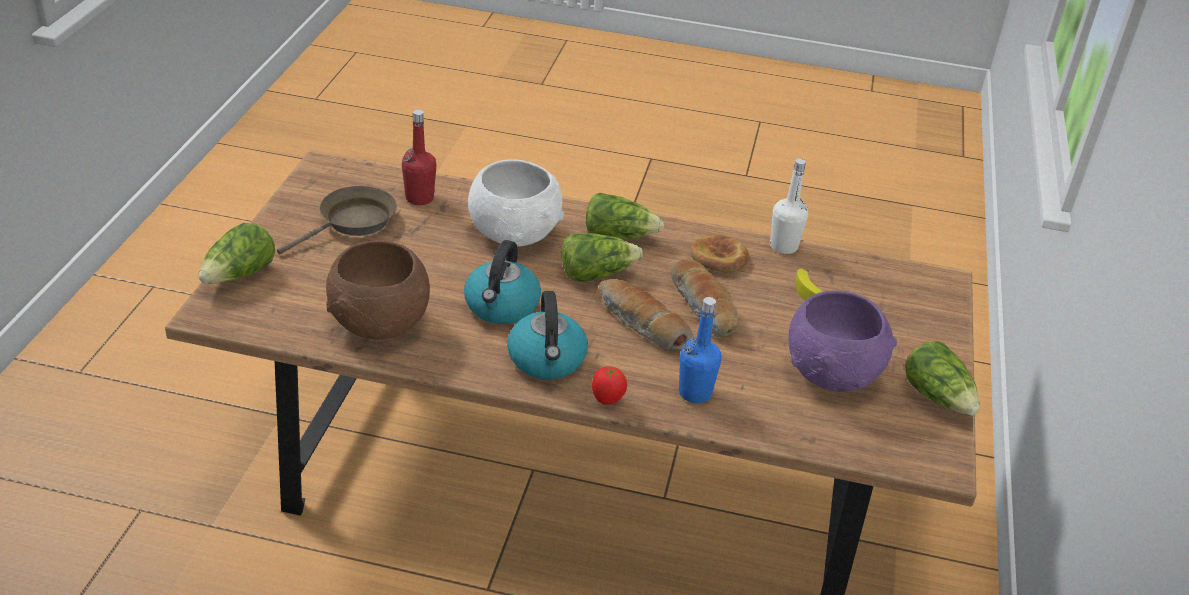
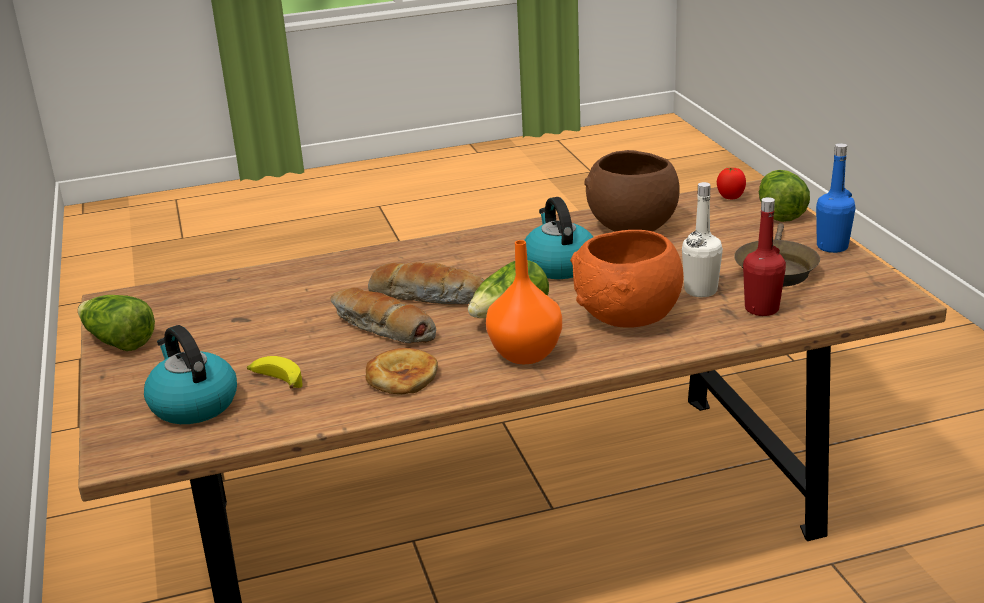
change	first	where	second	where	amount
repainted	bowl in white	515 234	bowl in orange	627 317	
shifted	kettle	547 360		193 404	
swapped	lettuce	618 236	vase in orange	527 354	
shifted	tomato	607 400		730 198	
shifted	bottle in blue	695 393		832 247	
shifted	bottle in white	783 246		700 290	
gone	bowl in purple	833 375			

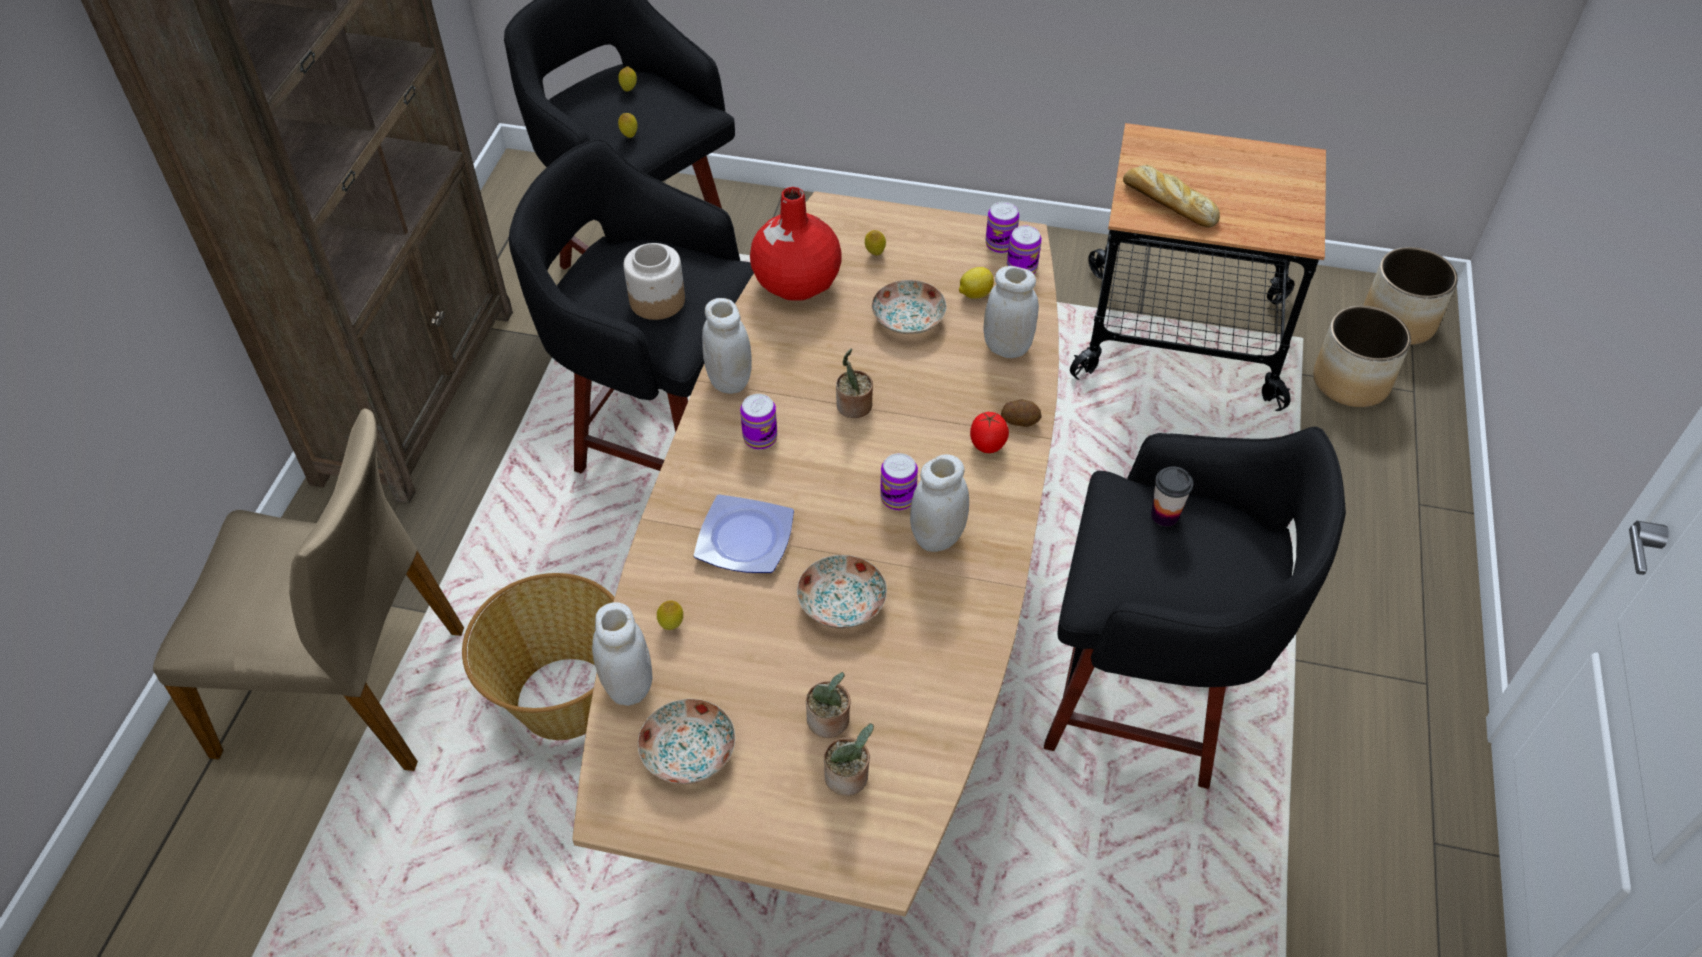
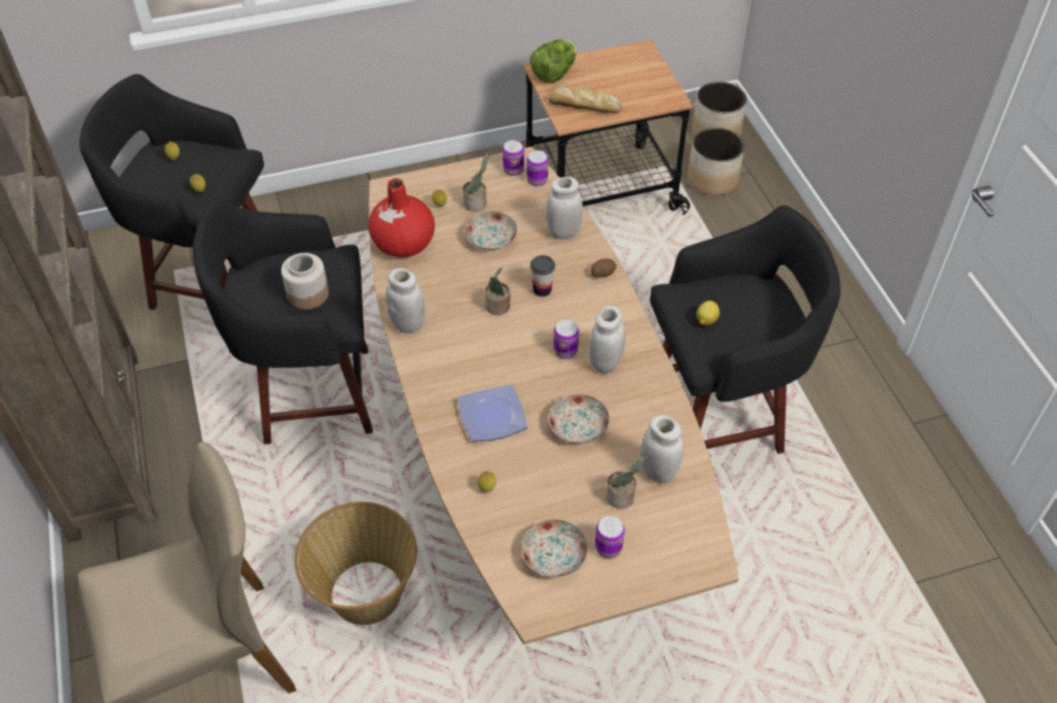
change	first	where	second	where	amount
shifted	jar in white	628 686		658 471	
shifted	can	760 438		608 547	
shifted	potted plant	849 777		476 203	
shifted	lemon	974 294		706 320	
gone	tomato	987 446			
shifted	cup	1164 515		542 289	
new			lettuce	554 73	

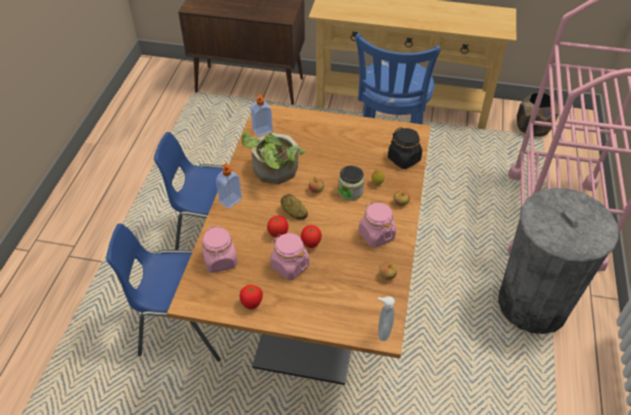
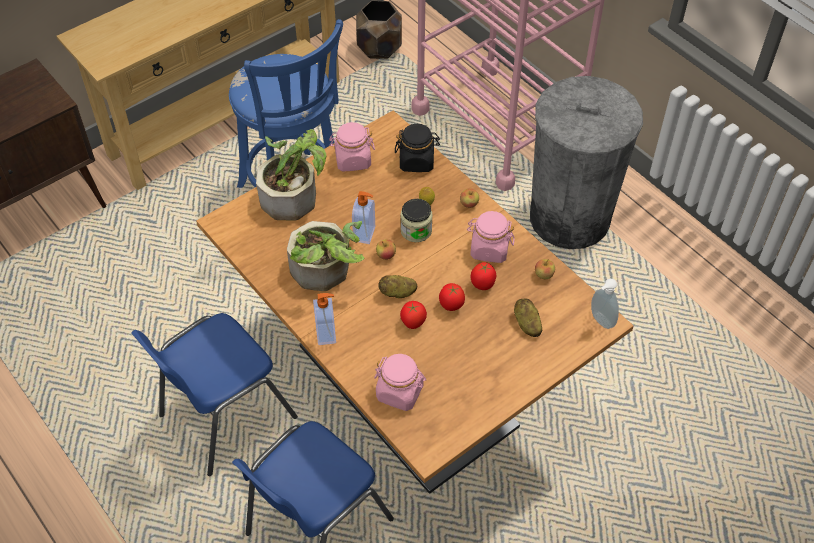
change	first	where	second	where	amount
shifted	tomato	252 304		482 285	
shifted	soap dispenser	263 131		365 234	
shifted	jar in pink	289 266		352 160	
new			potted plant	294 194	
new			potato	526 324	

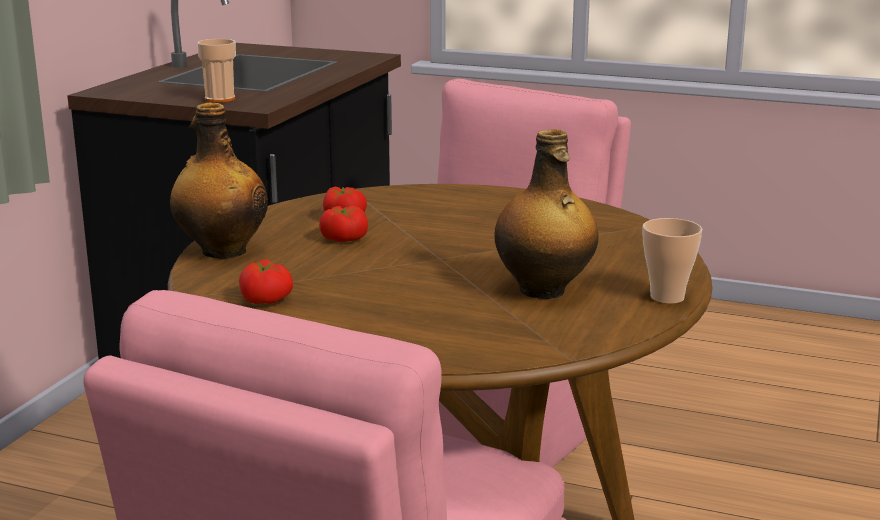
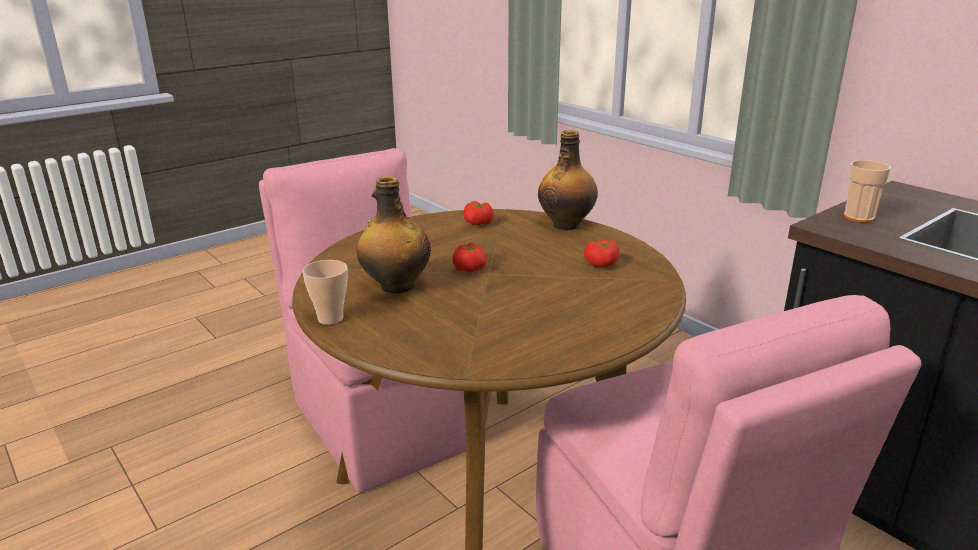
change	first	where	second	where	amount
shifted	tomato	343 238		470 269	

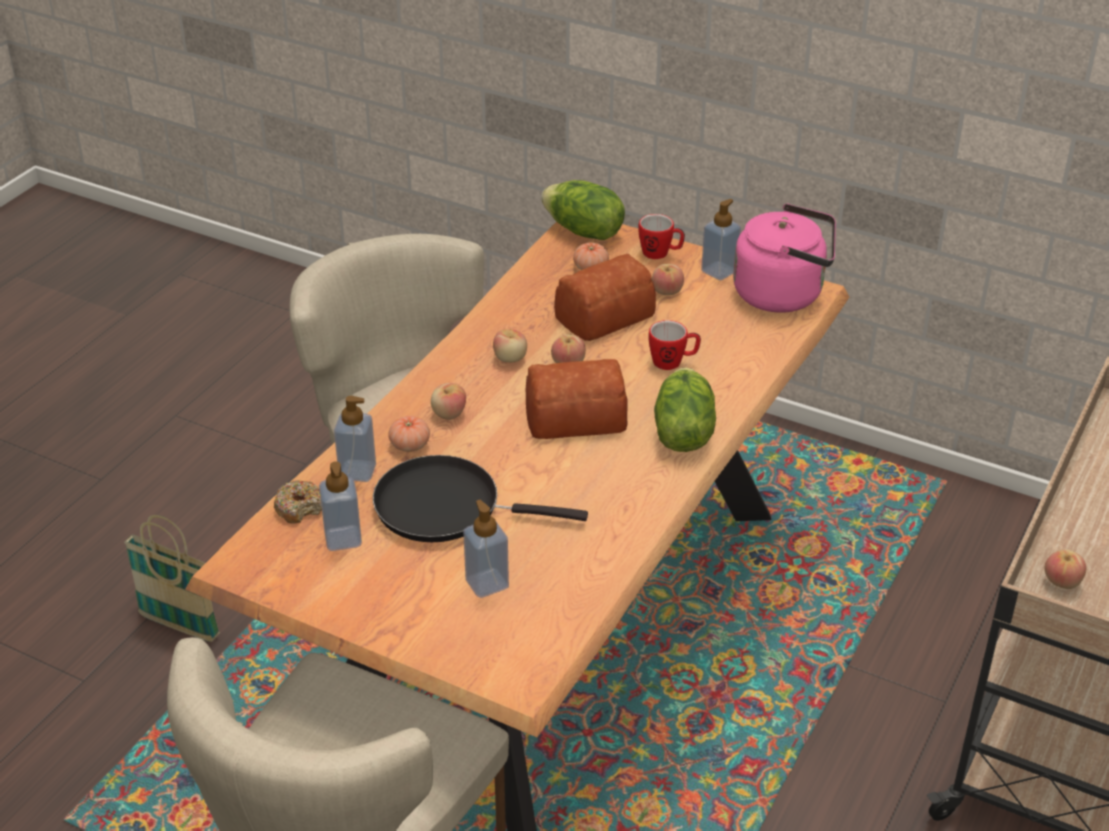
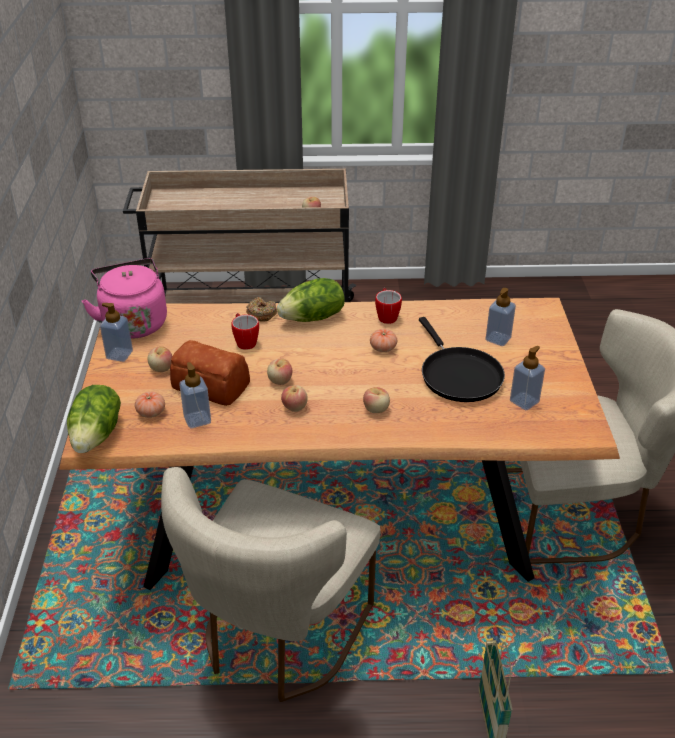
change	first	where	second	where	amount
shifted	donut	300 508		261 314	
shifted	soap dispenser	357 471		197 419	
shifted	tomato	410 445		383 348	
gone	bread	573 416			
shifted	mug	660 254		386 316	

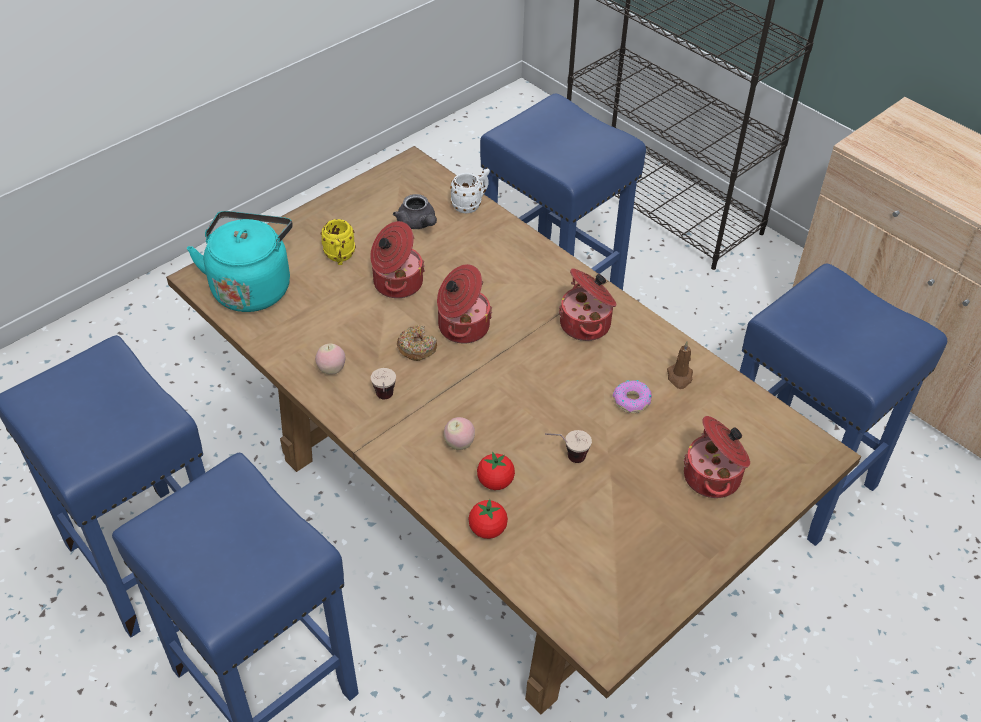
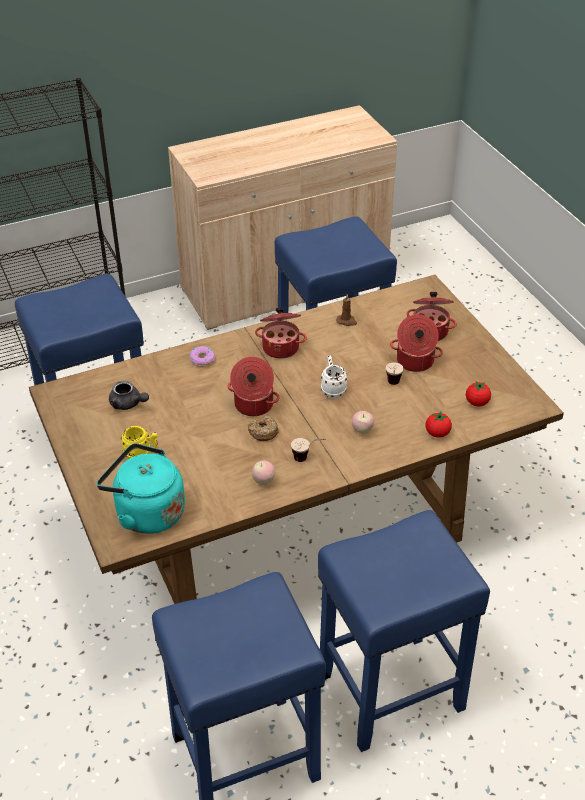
change	first	where	second	where	amount
shifted	cooking pot	396 283		414 362	
rotated	teapot in grey	418 224		128 404	45 degrees clockwise
shifted	mug in white	470 205		332 389	
shifted	tomato	495 481		477 402	
shifted	donut	632 401		202 359	

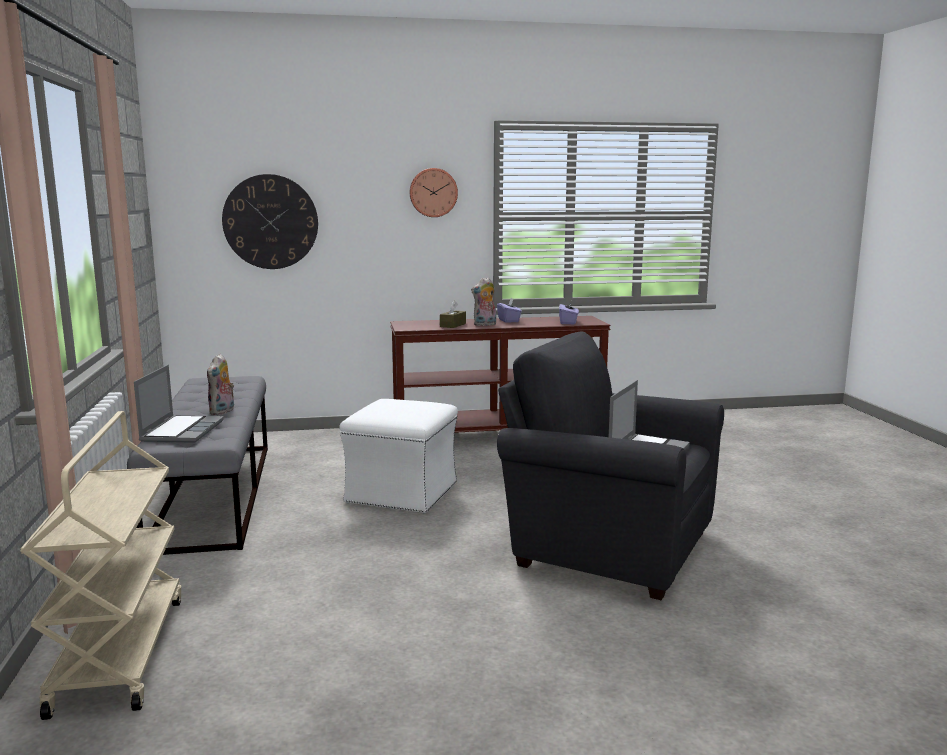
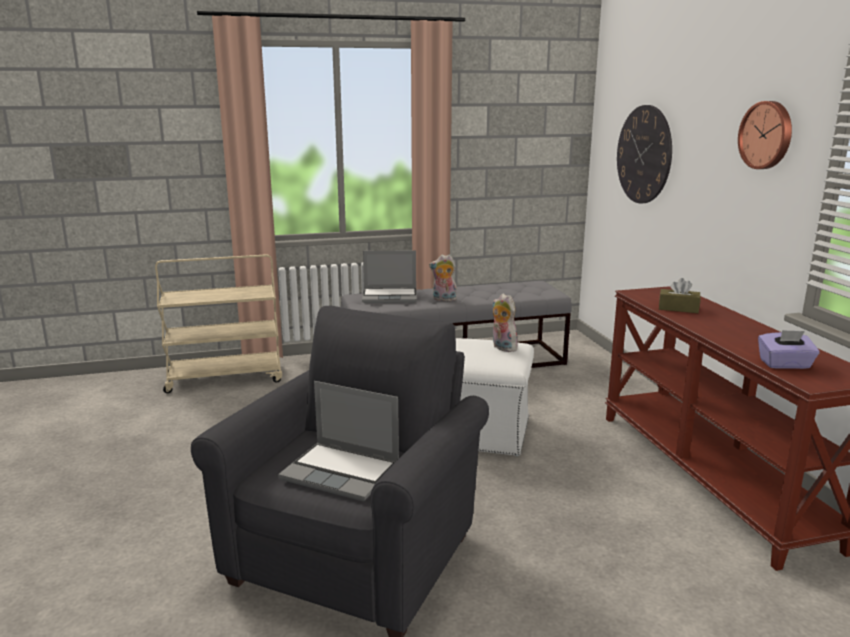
change	first	where	second	where	amount
shifted	plush toy	485 325		502 347	
gone	tissue box in purple	509 320			

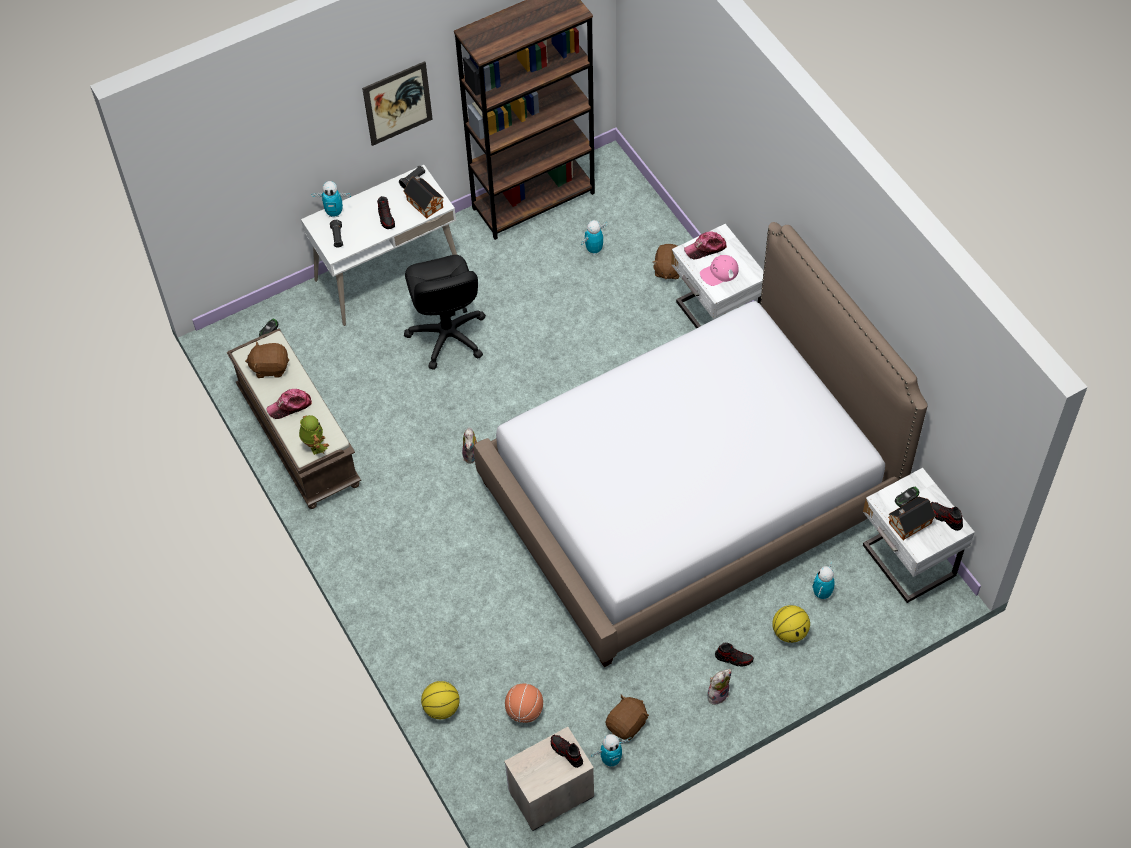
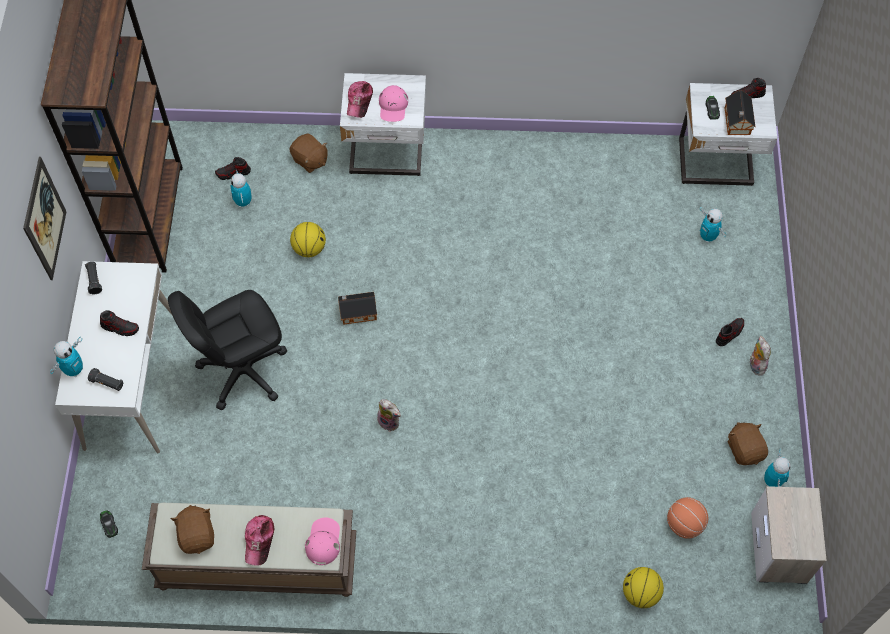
change	first	where	second	where	amount
rotated	plush toy in brown	270 367		197 535	135 degrees clockwise
swapped	toy robot	314 445	cap in pink	323 541	
shifted	toy house	424 202		356 312	
rotated	office chair in black	447 336		243 370	135 degrees clockwise
gone	bed	689 495			
shifted	shoe	566 752		233 173	
shifted	basketball	790 632		309 248	

